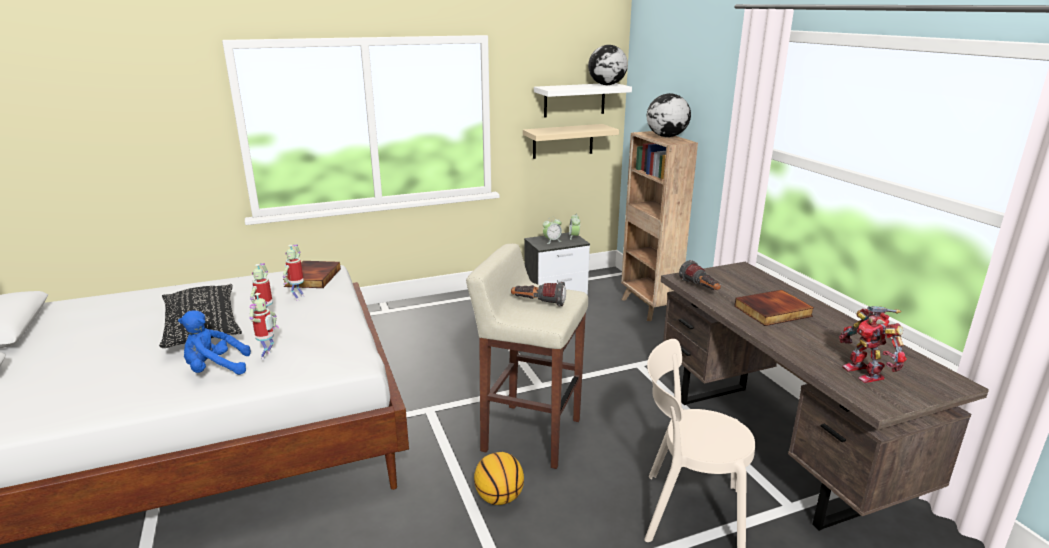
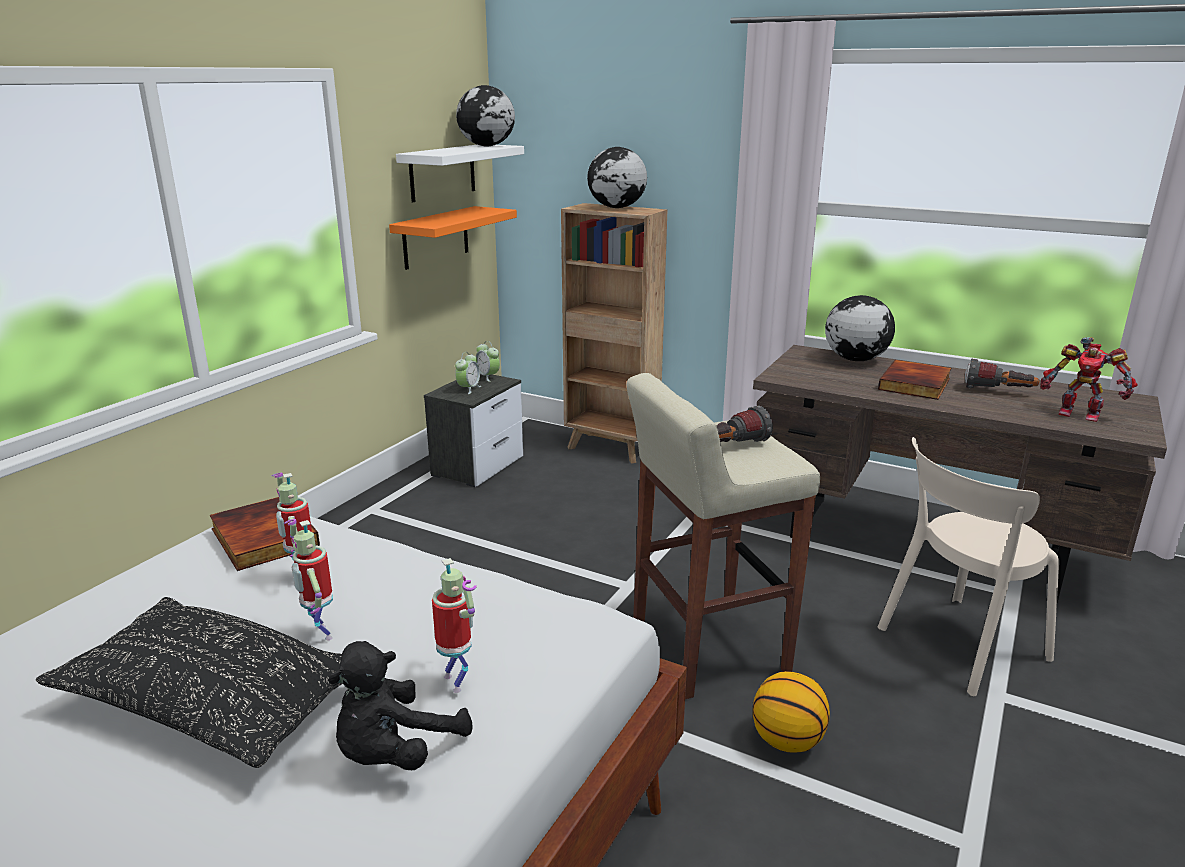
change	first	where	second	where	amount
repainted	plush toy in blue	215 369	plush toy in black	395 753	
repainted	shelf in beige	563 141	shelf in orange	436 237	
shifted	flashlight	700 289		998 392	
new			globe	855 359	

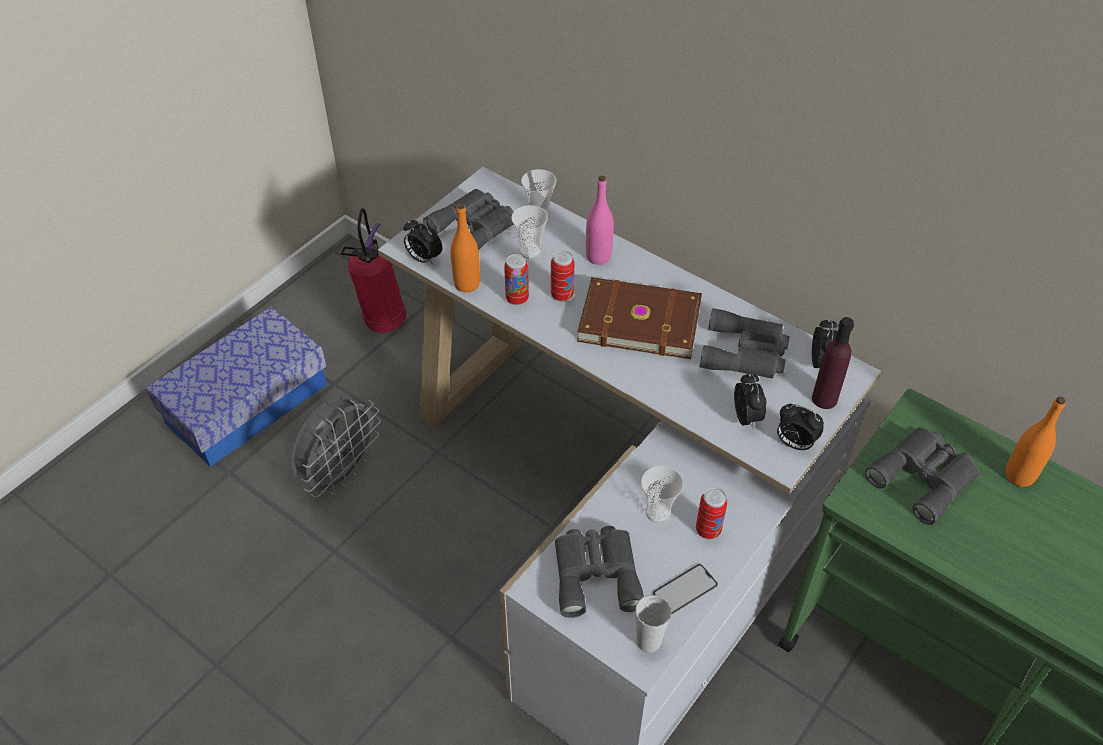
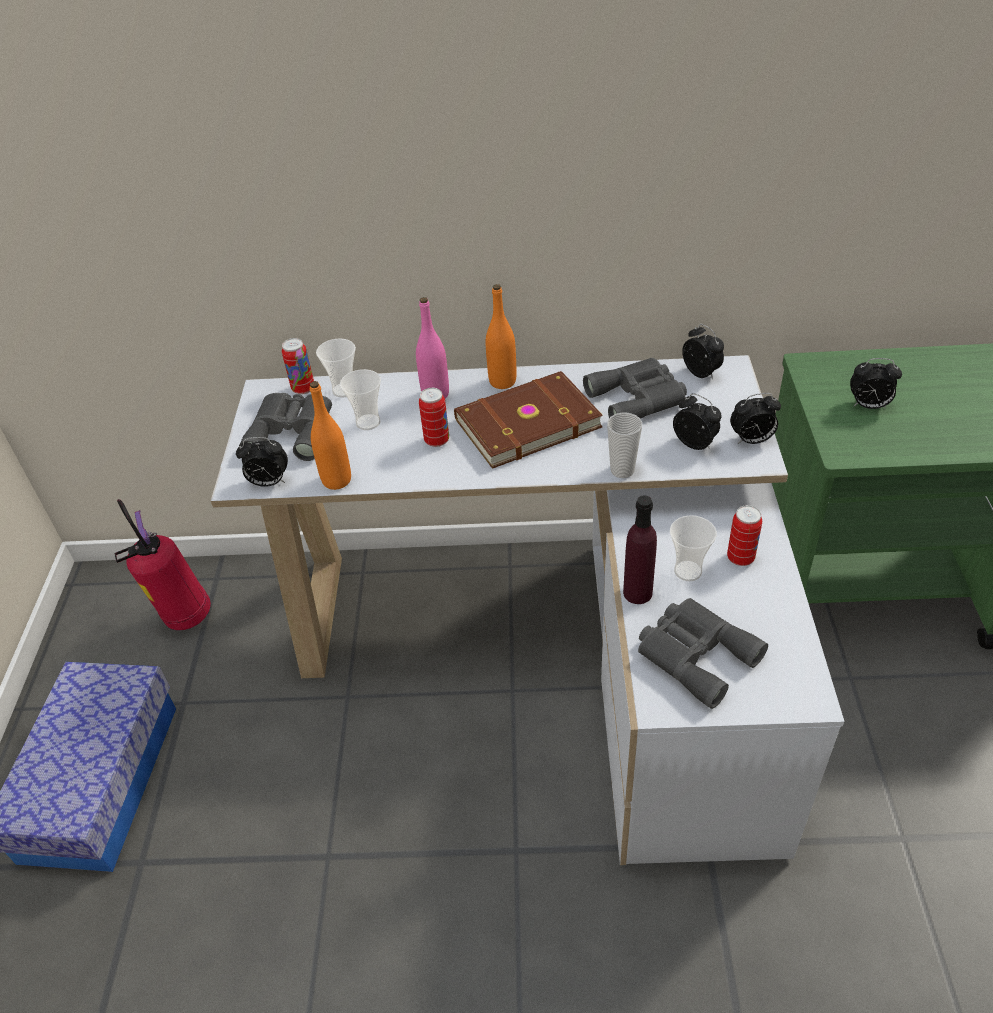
change	first	where	second	where	amount
gone	fan in grey	340 473			
shifted	can	517 298		303 389	
shifted	cup	648 641		622 470	
gone	phone	685 589			
shifted	bottle in purple	824 399		637 592	
swapped	binoculars in grey	924 477	alarm clock	868 406	
shifted	bottle in orange	1019 475		502 381	

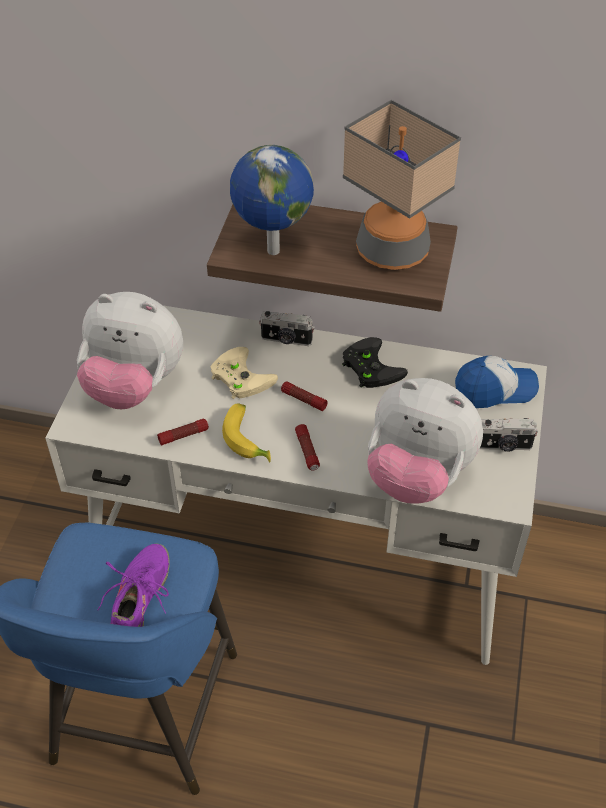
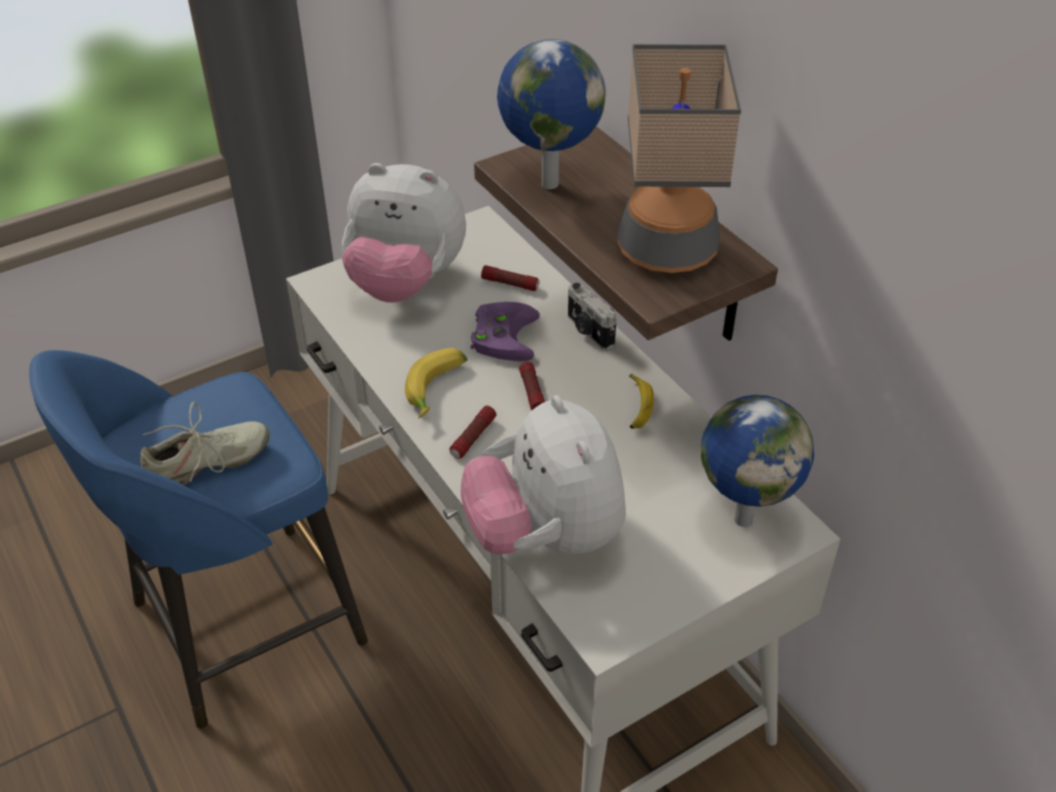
change	first	where	second	where	amount
rotated	plush toy	134 386		405 283	45 degrees counterclockwise
repainted	shoe in purple	140 600	shoe in beige	207 465	
shifted	flashlight	183 435		510 284	
repainted	game controller in beige	239 376	game controller in purple	502 334	
swapped	game controller in black	369 366	banana	637 406	
swapped	cap	494 390	globe	742 518	
gone	photo camera	503 446			

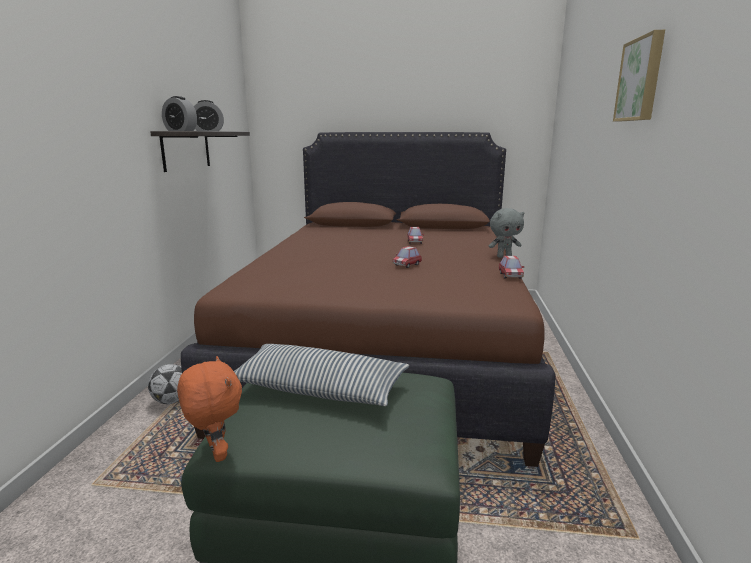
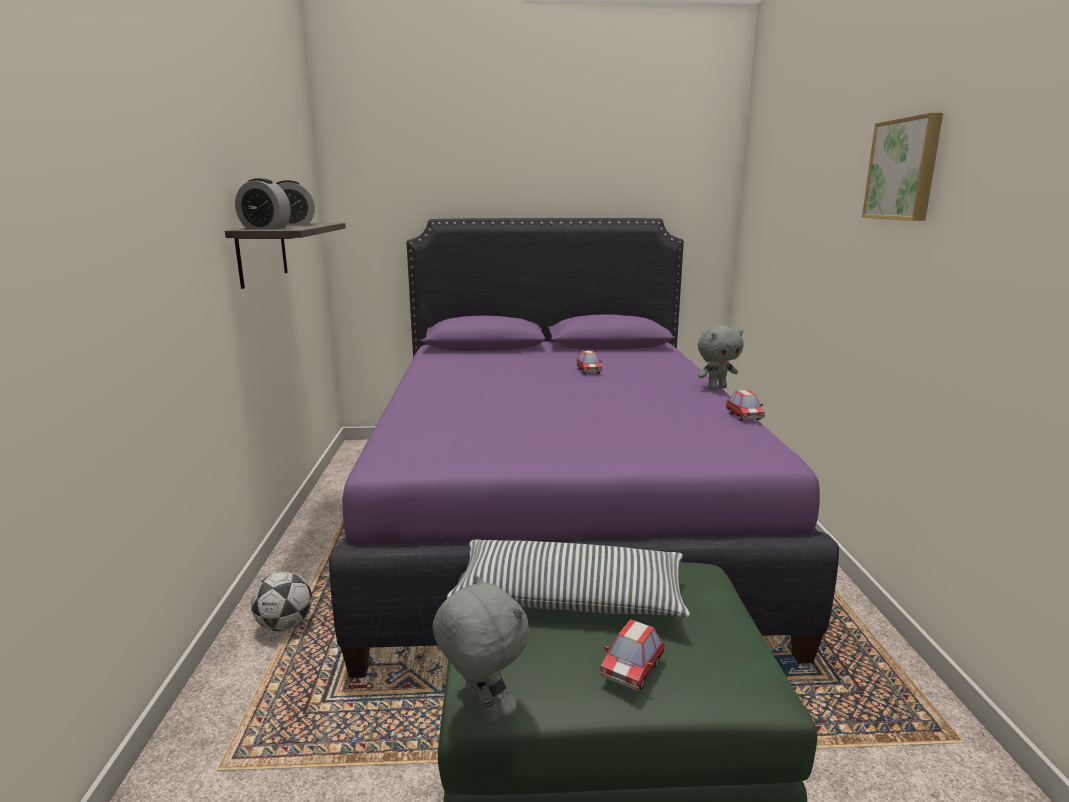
change	first	where	second	where	amount
repainted	plush toy in orange	215 454	plush toy in grey	482 710	
repainted	bed in brown	385 348	bed in purple	557 518	
shifted	toy car	407 265		632 669	

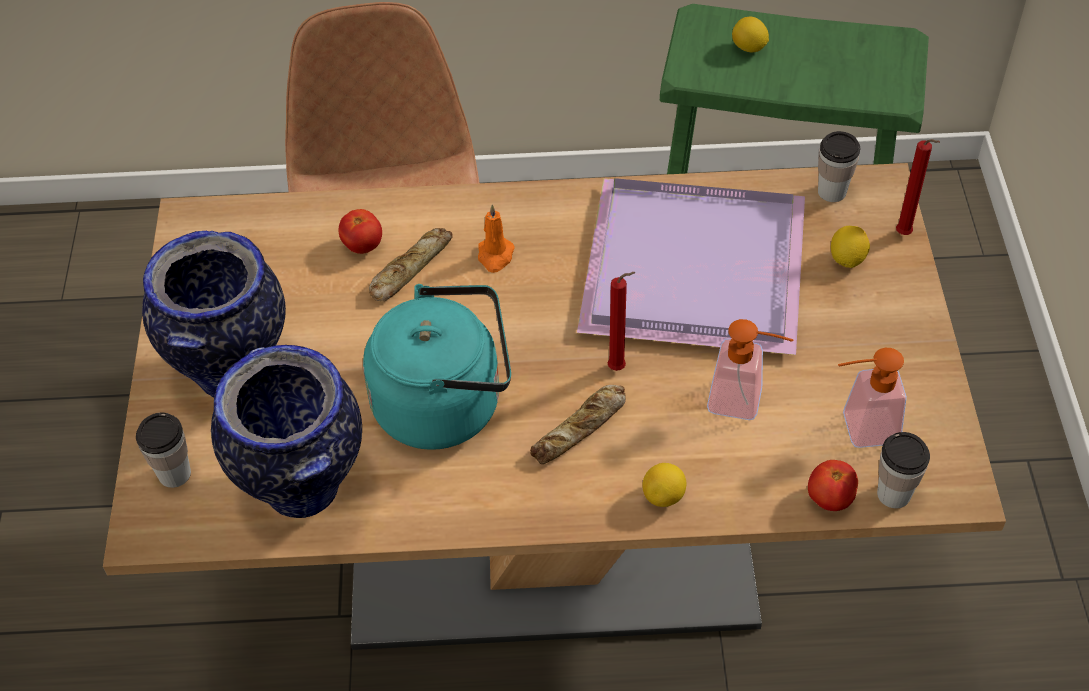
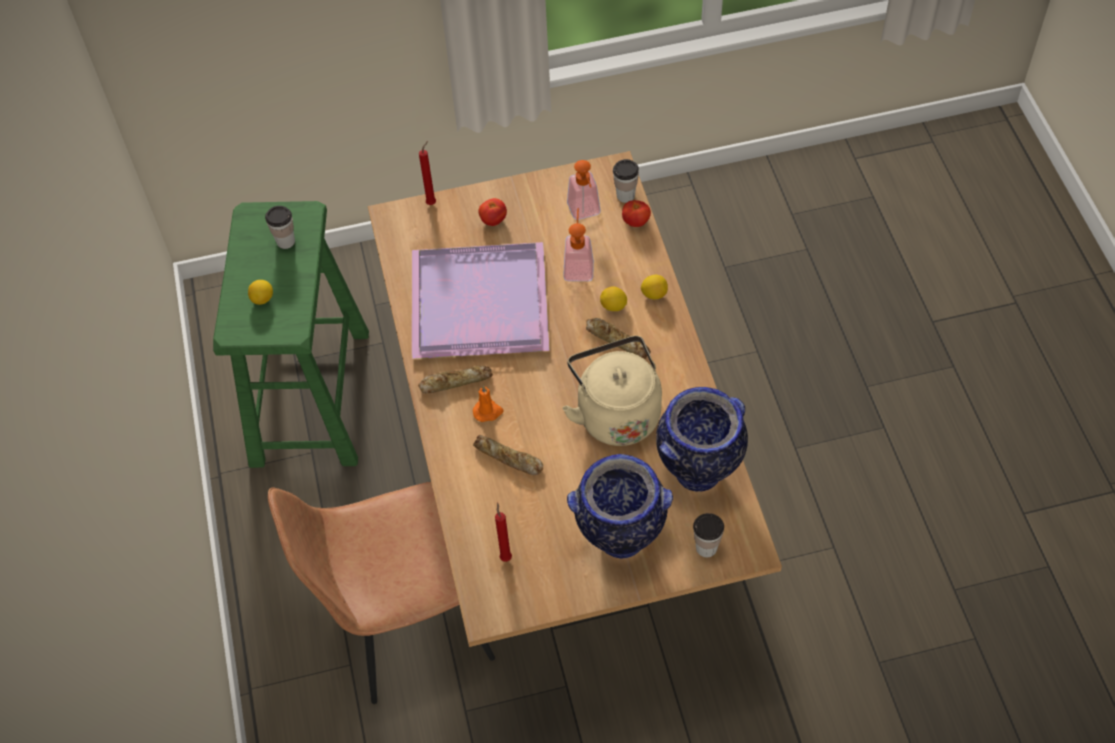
change	first	where	second	where	amount
shifted	tomato	362 245		493 220	
repainted	kettle in turquoise	446 404	kettle in beige	616 412	
shifted	candle in red	619 368		505 556	
shifted	cup	832 192		286 241	
shifted	lemon	847 259		613 306	
new			bread	455 381	

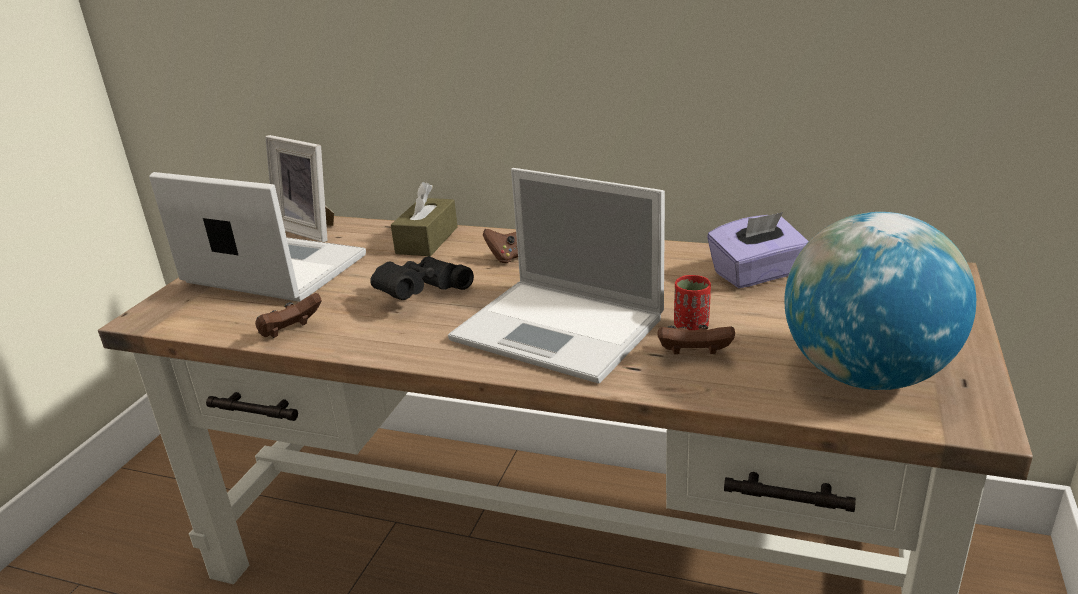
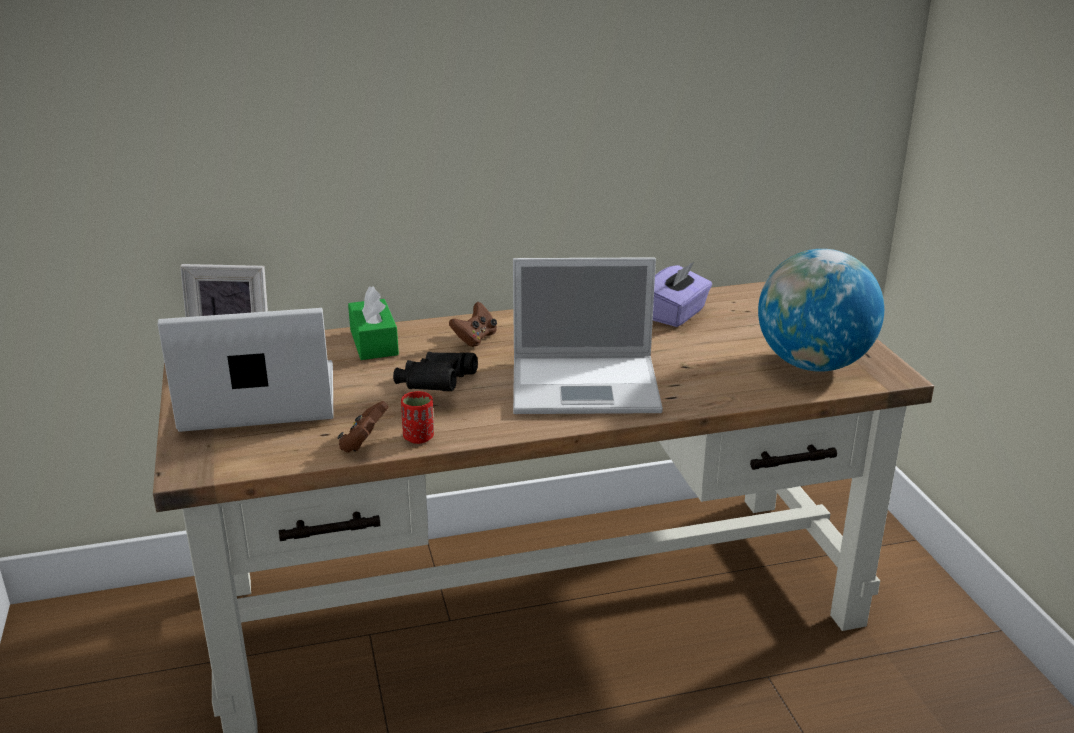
change	first	where	second	where	amount
repainted	tissue box in brown	427 240	tissue box in green	374 342	
gone	game controller in brown	694 355			
shifted	cup in red	691 326		418 437	

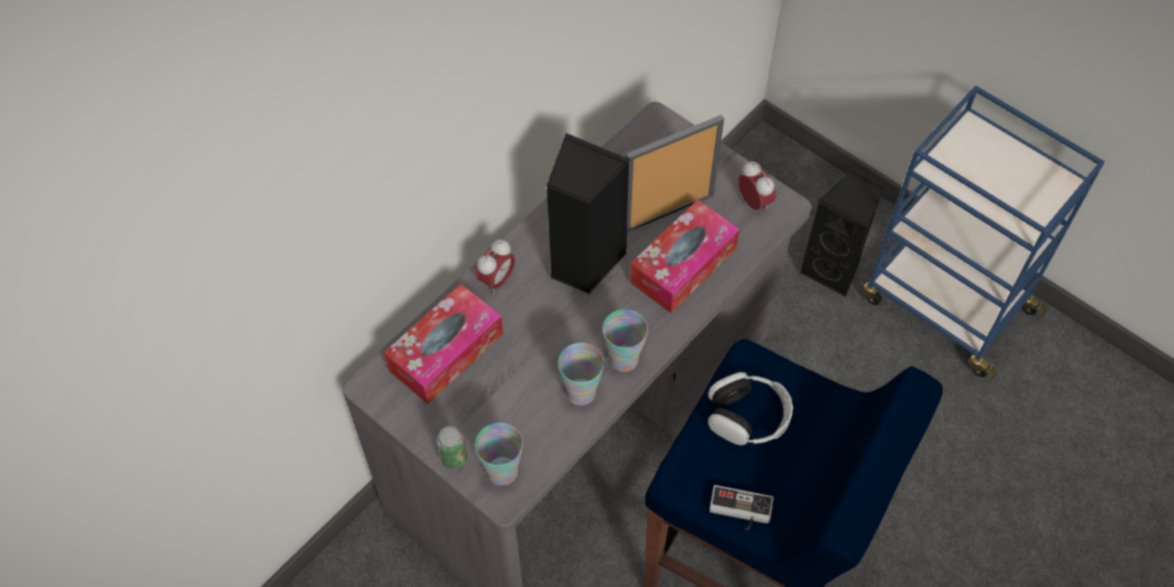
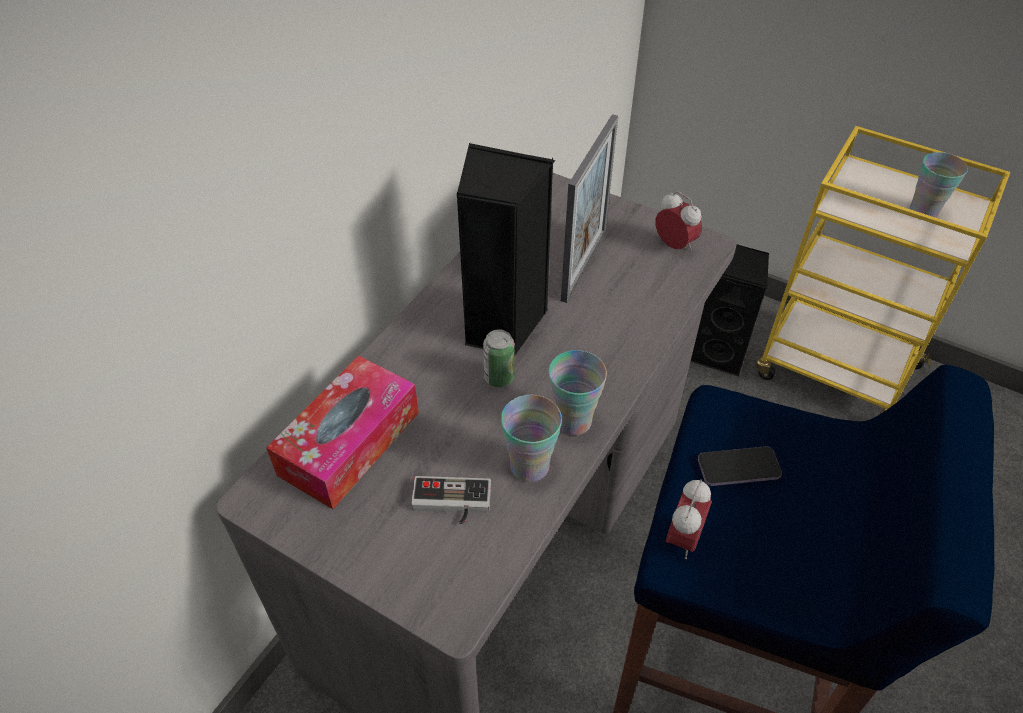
change	first	where	second	where	amount
shifted	can	454 457		499 377	
shifted	cup	502 471		923 211	
shifted	alarm clock	497 280		683 538	
rotated	picture frame	668 212		584 265	150 degrees clockwise
gone	tissue box	683 265			
swapped	headphones	748 416	phone	738 468	
shifted	game controller	739 512		451 504	
repainted	cart in blue	945 304	cart in yellow	834 370	

